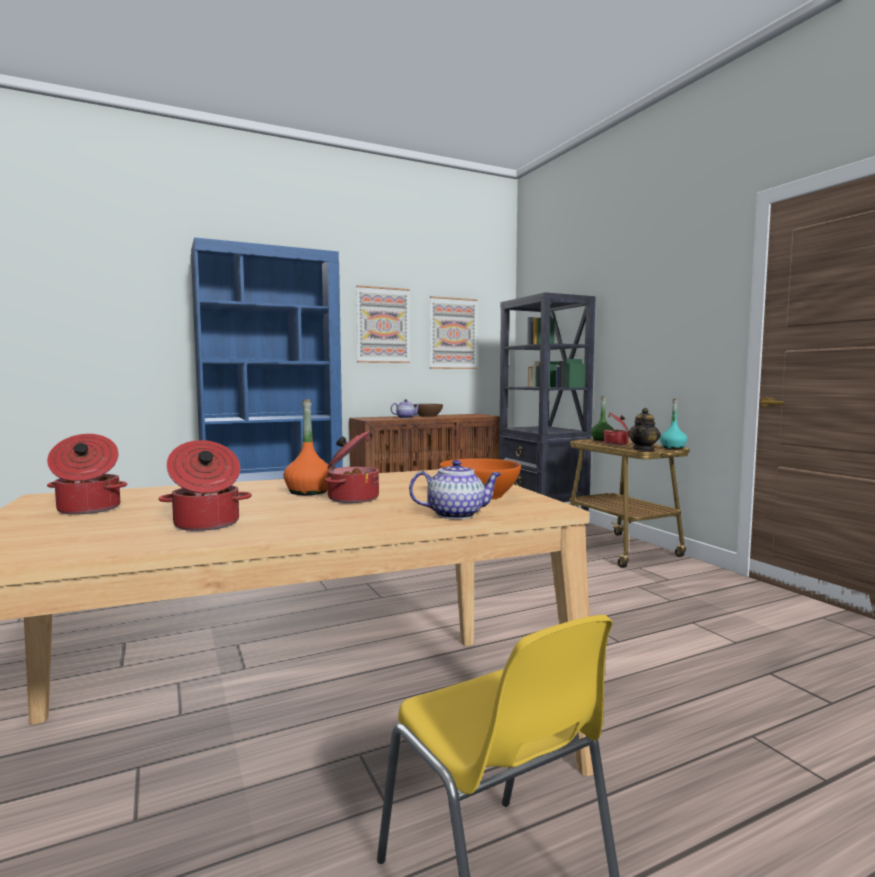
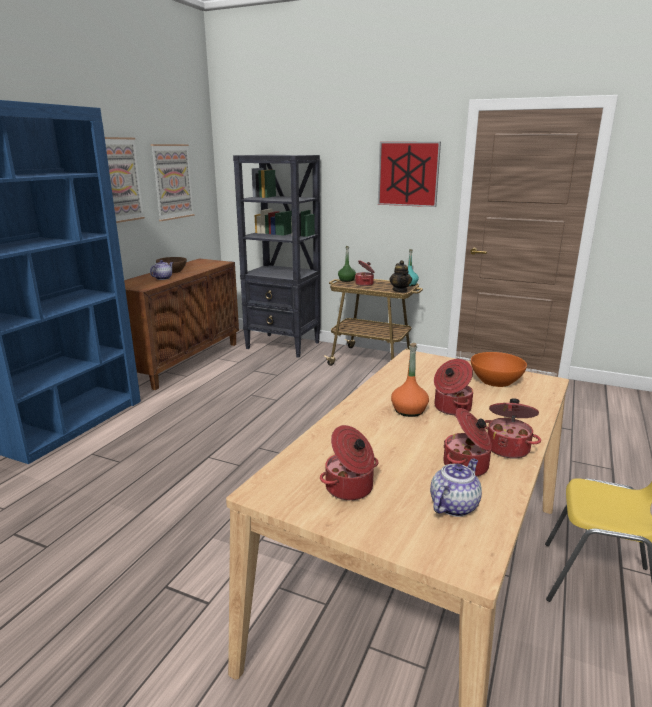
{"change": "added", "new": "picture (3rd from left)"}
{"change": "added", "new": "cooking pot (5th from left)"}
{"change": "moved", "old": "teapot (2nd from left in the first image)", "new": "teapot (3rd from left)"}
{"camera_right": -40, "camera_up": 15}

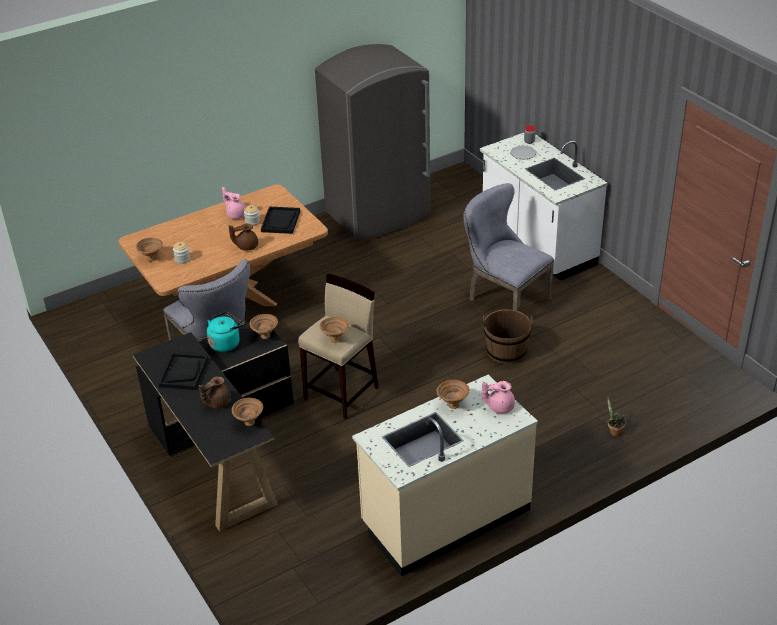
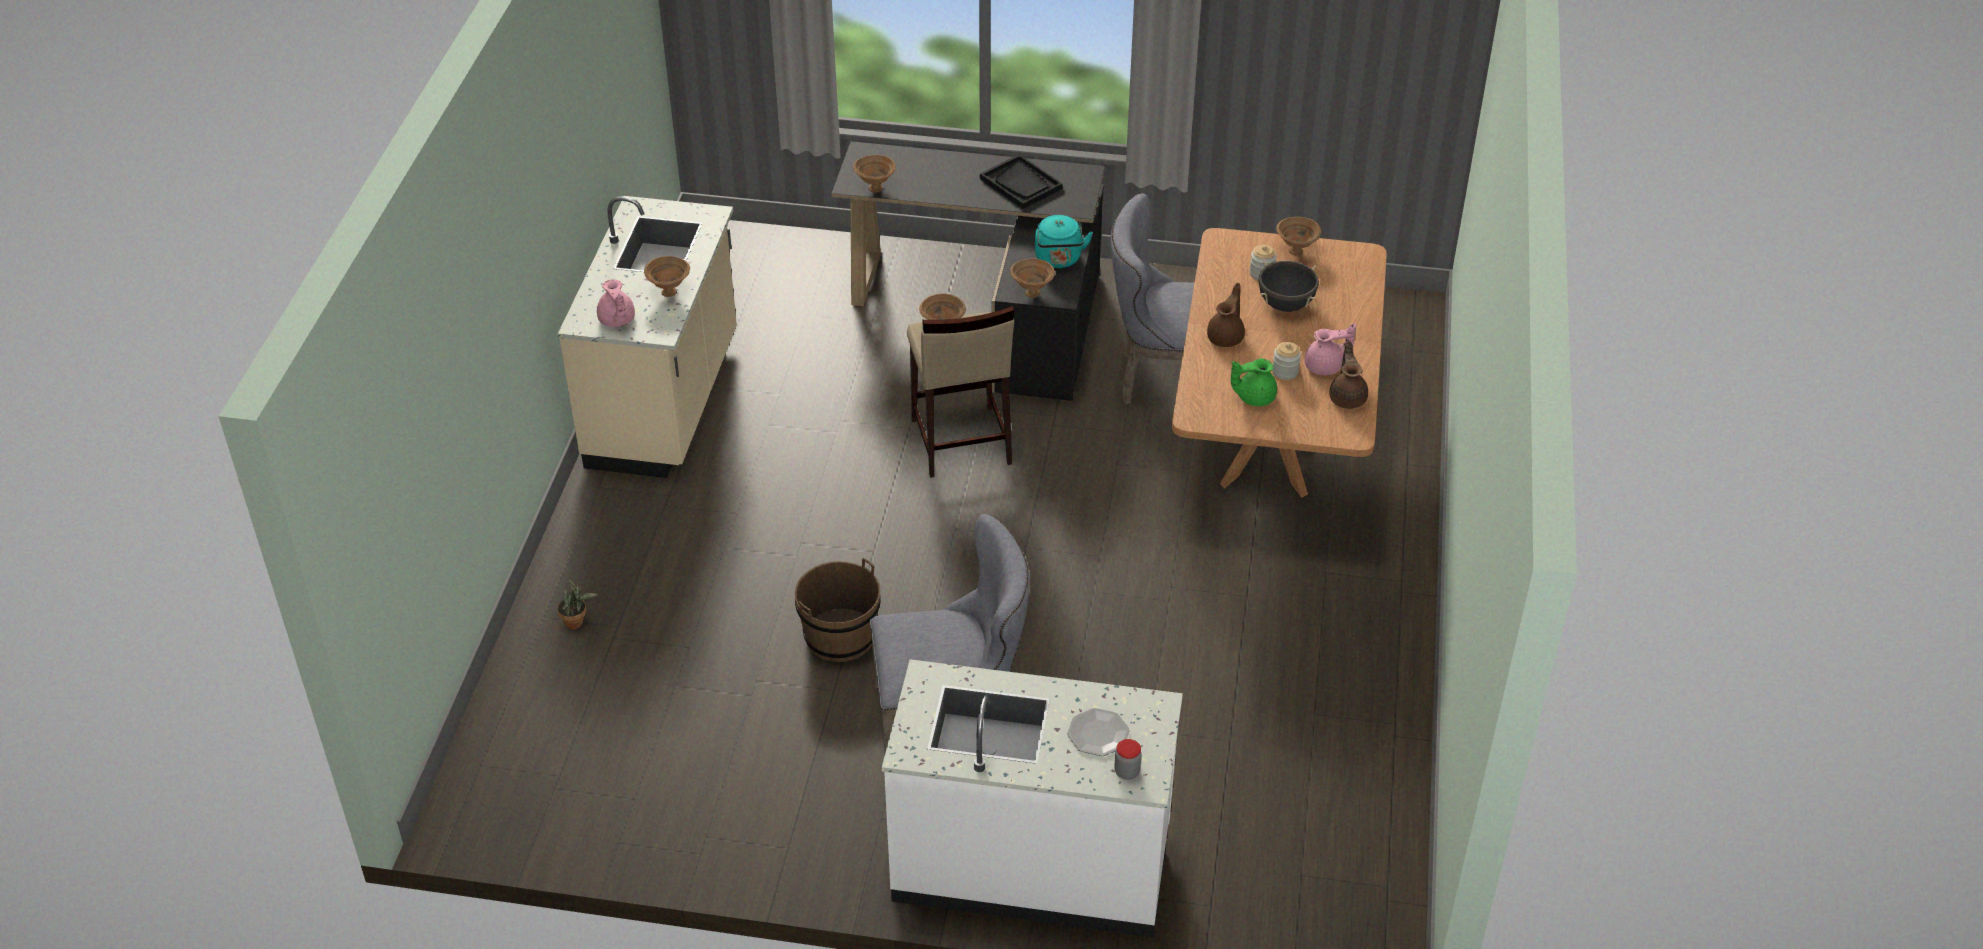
{"change": "removed", "old": "grey fridge"}
{"change": "added", "new": "black cooking pot"}
{"change": "moved", "old": "brown teapot (1st from left in the first image)", "new": "brown teapot (2nd from left)"}
{"change": "replaced", "old": "black tray (2nd from left)", "new": "green teapot"}
{"change": "turned", "old": "pink teapot (2nd from left in the first image)", "degrees": 120}
{"camera_right": 130, "camera_up": 5}

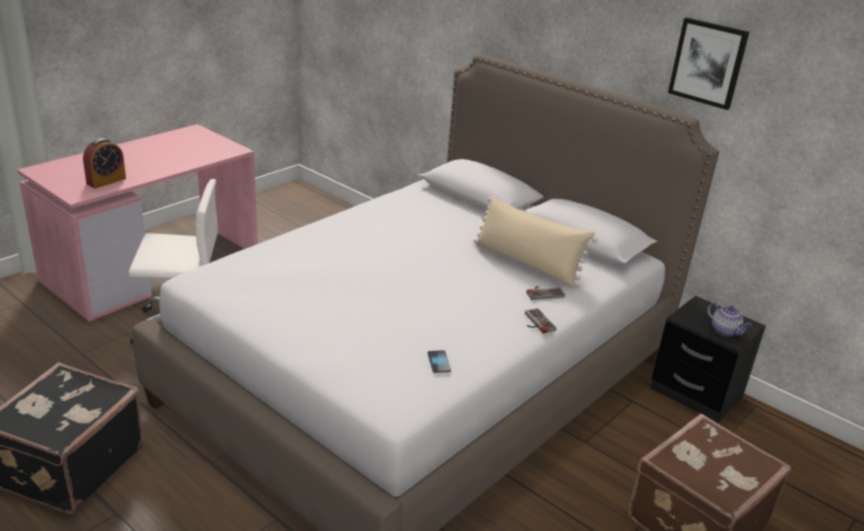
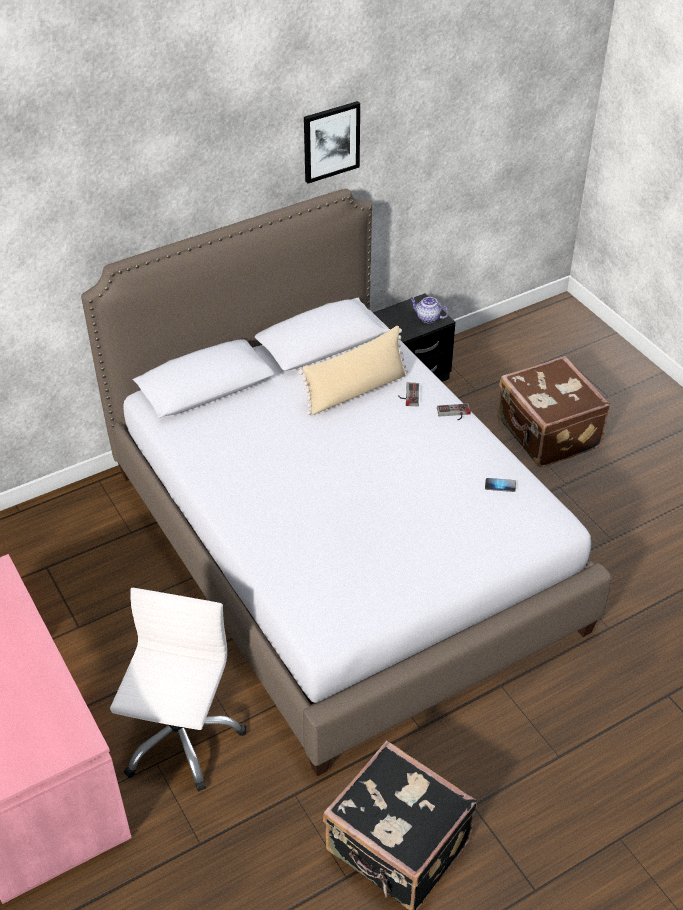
{"change": "removed", "old": "alarm clock"}
{"change": "turned", "old": "teapot", "degrees": -135}
{"camera_right": -70, "camera_up": 15}

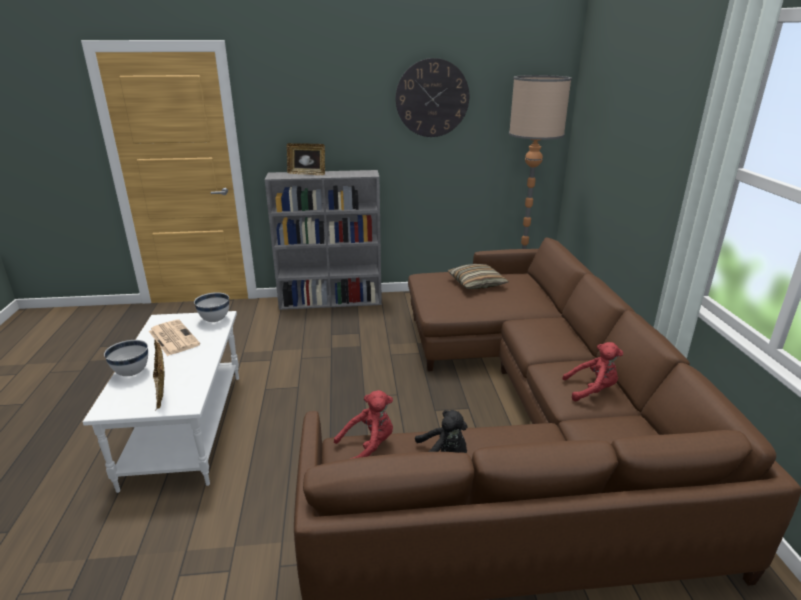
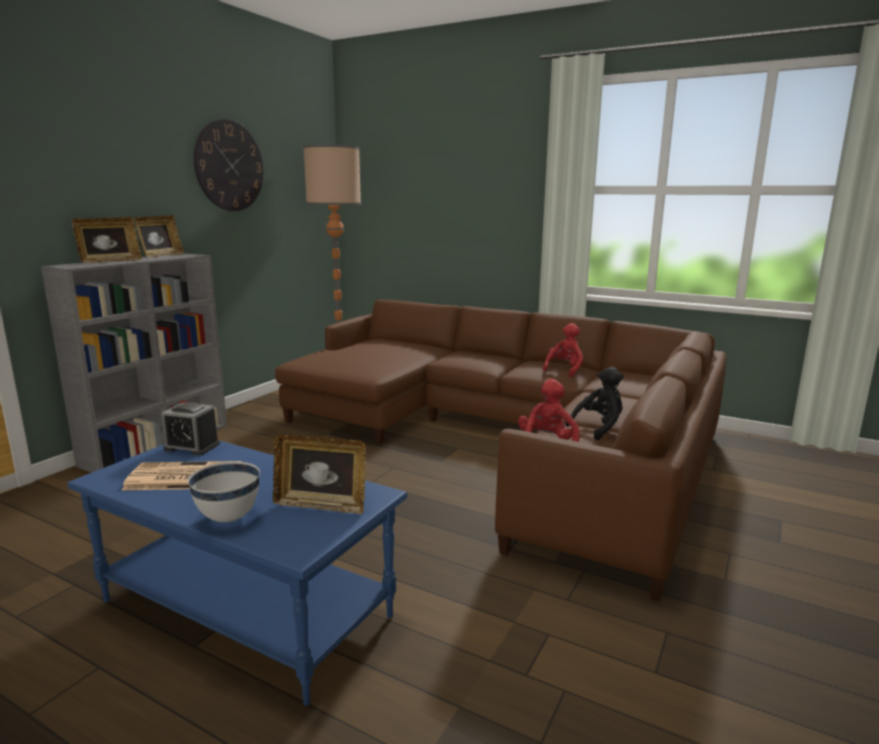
{"change": "removed", "old": "pillow"}
{"change": "added", "new": "picture frame (2nd from left)"}
{"change": "replaced", "old": "white bowl (2nd from left)", "new": "alarm clock"}
{"change": "recoloured", "old": "white coffee table", "new": "blue coffee table"}
{"camera_right": -55, "camera_up": -10}

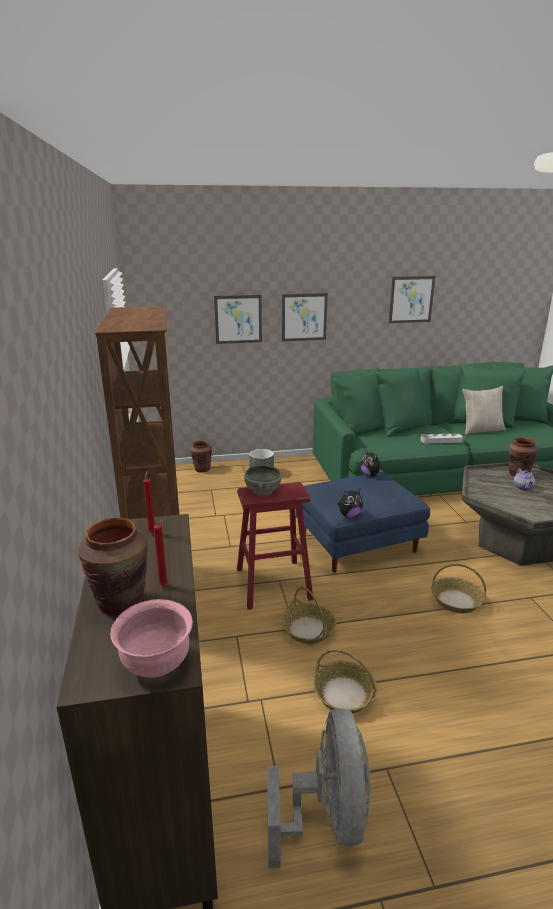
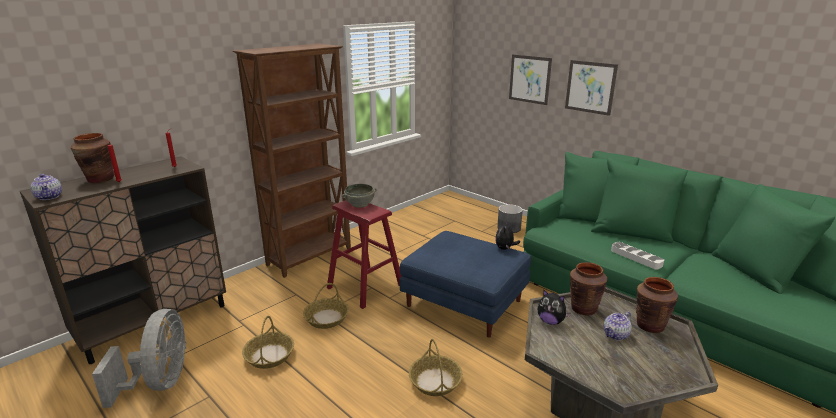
{"change": "removed", "old": "picture (3rd from left)"}
{"change": "removed", "old": "beige pillow"}
{"change": "moved", "old": "brown vase (2nd from left)"}
{"change": "moved", "old": "plush toy (1st from left in the first image)", "new": "plush toy (2nd from left)"}
{"change": "replaced", "old": "pink bowl", "new": "teapot (1st from left)"}
{"change": "turned", "old": "grey fan", "degrees": -60}
{"camera_right": 55, "camera_up": 0}

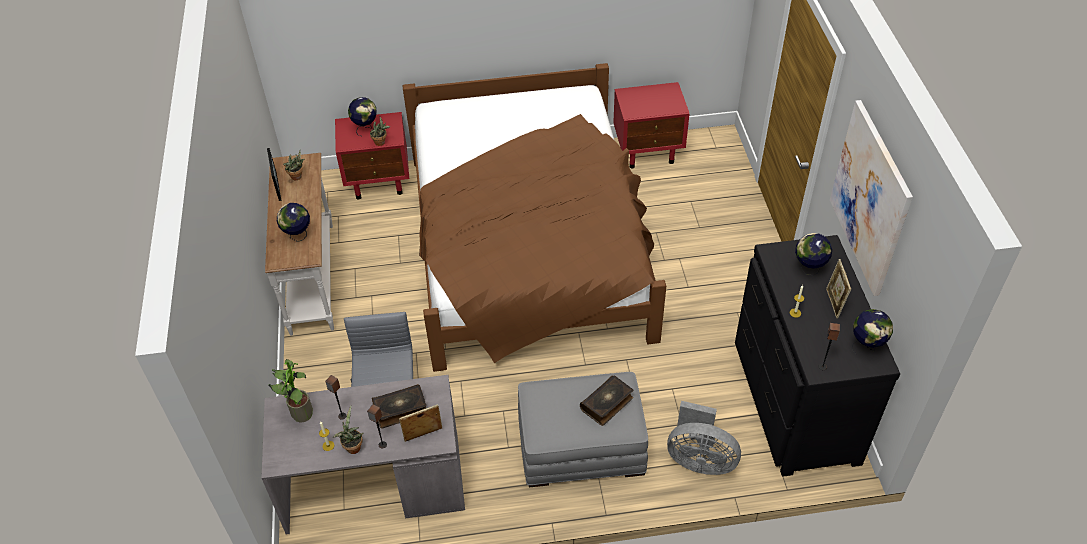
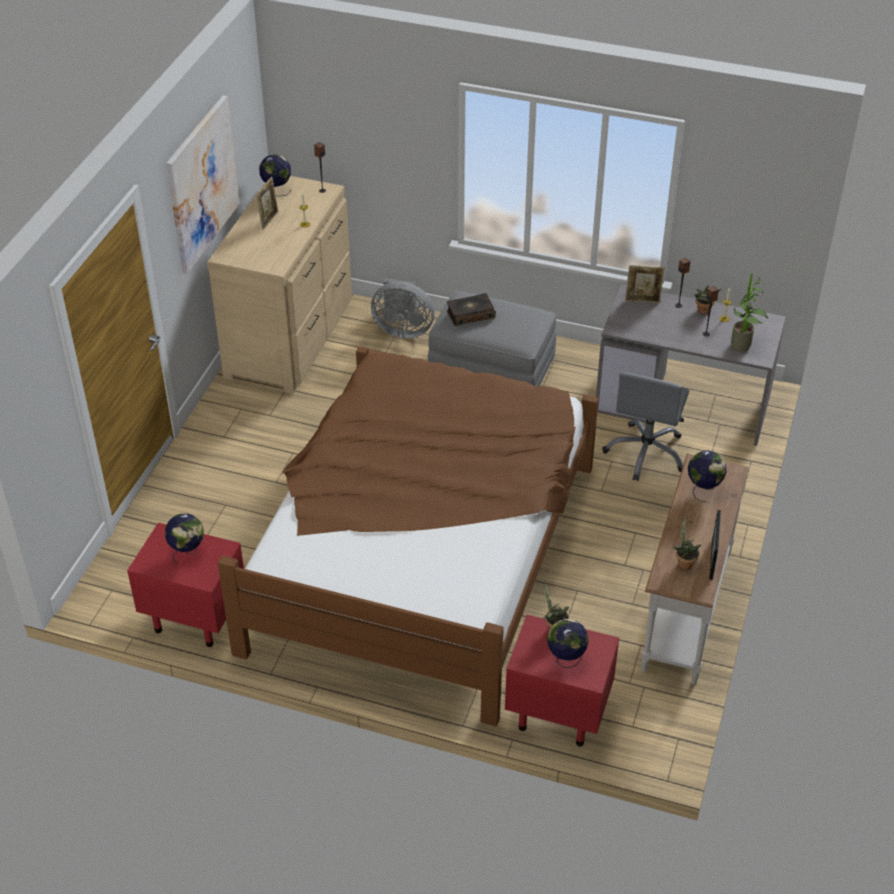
{"change": "removed", "old": "book (1st from left)"}
{"change": "moved", "old": "globe (3rd from left in the first image)", "new": "globe (1st from left)"}
{"change": "recoloured", "old": "black dresser", "new": "beige dresser"}
{"change": "turned", "old": "grey fan", "degrees": 150}
{"camera_right": -155, "camera_up": -5}

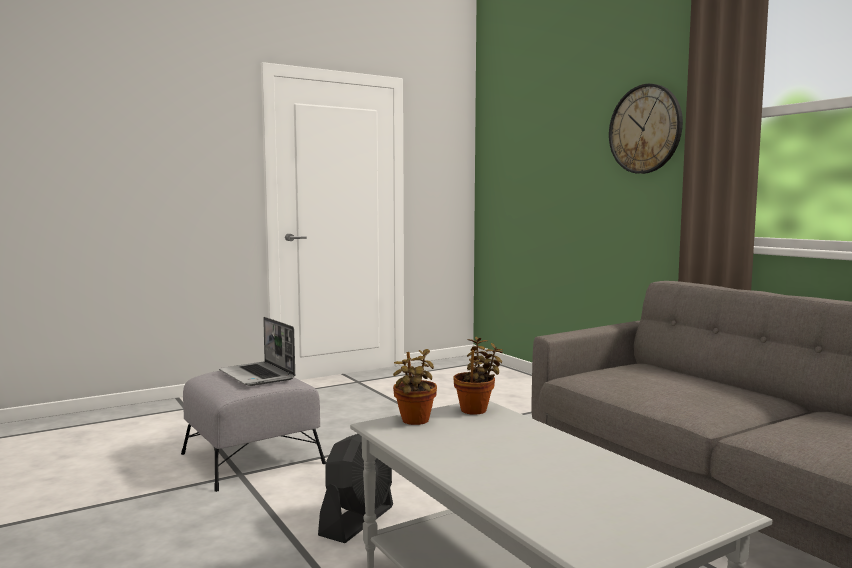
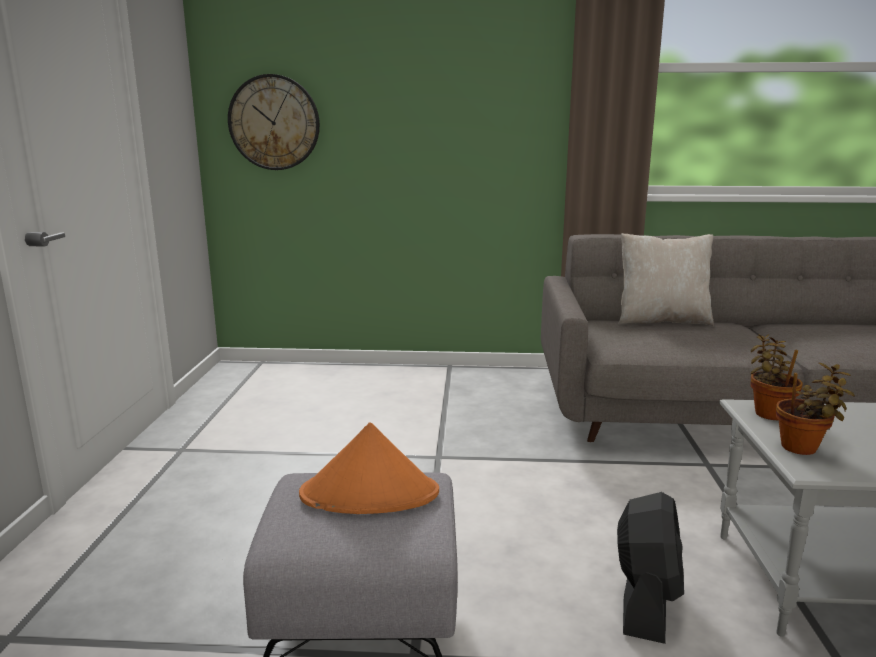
{"change": "added", "new": "beige pillow"}
{"change": "moved", "old": "wall clock"}
{"change": "replaced", "old": "laptop", "new": "orange hat"}
{"change": "turned", "old": "black fan", "degrees": 45}
{"camera_right": -55, "camera_up": 10}

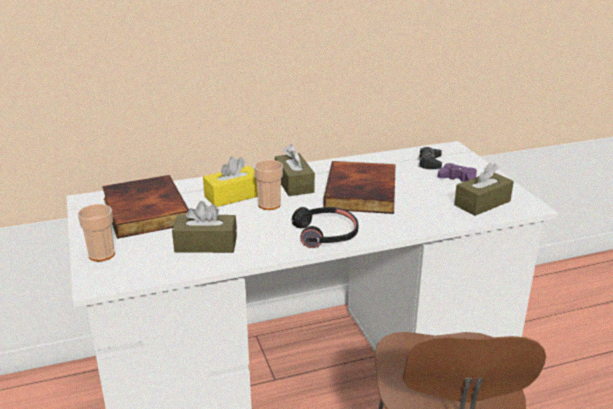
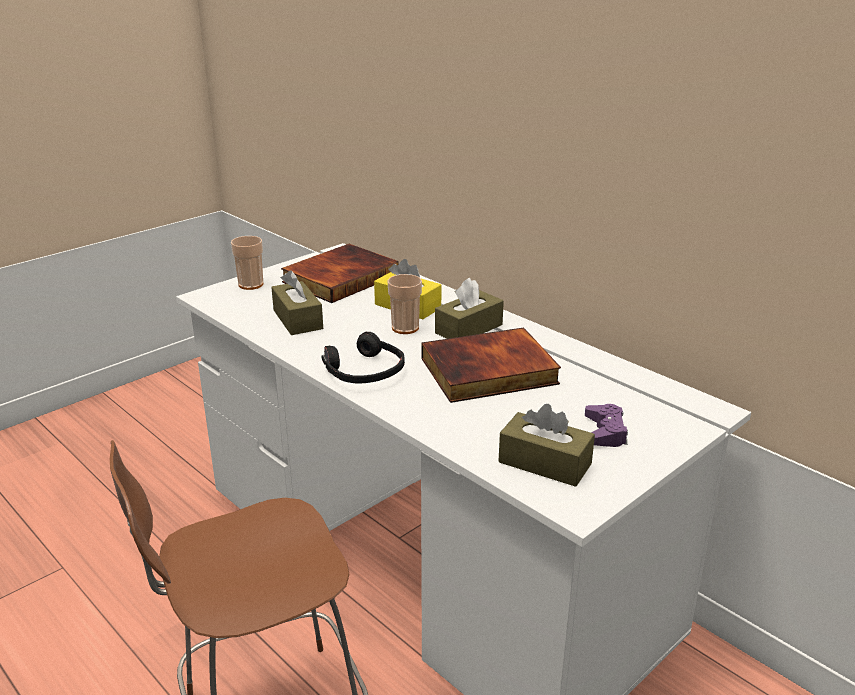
{"change": "removed", "old": "black game controller"}
{"camera_right": 65, "camera_up": 0}

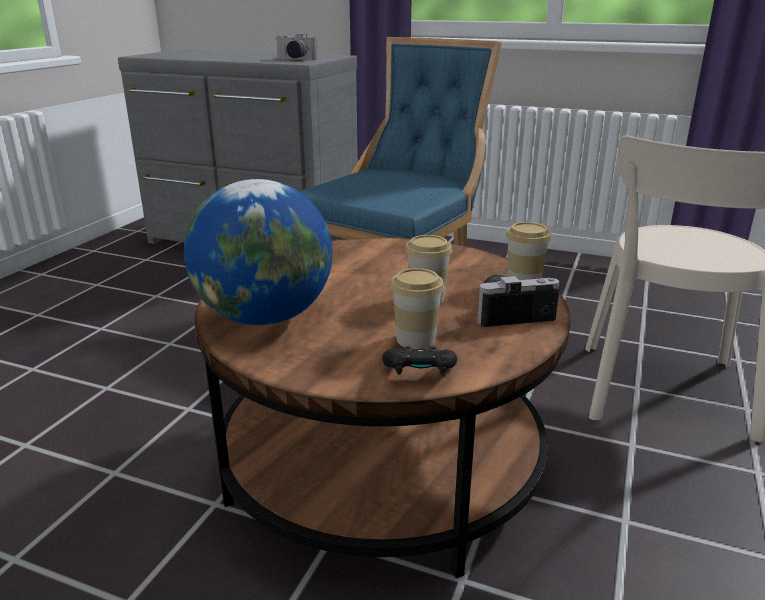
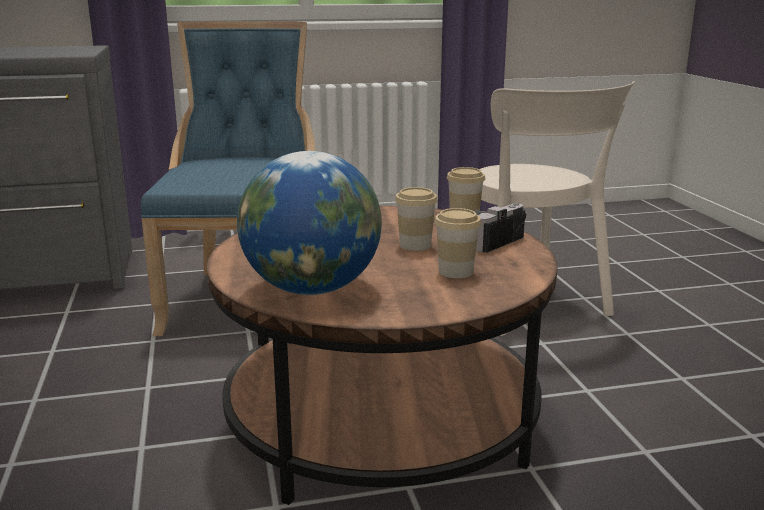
{"change": "removed", "old": "photo camera (1st from left)"}
{"change": "removed", "old": "black game controller"}
{"camera_right": -35, "camera_up": -5}

